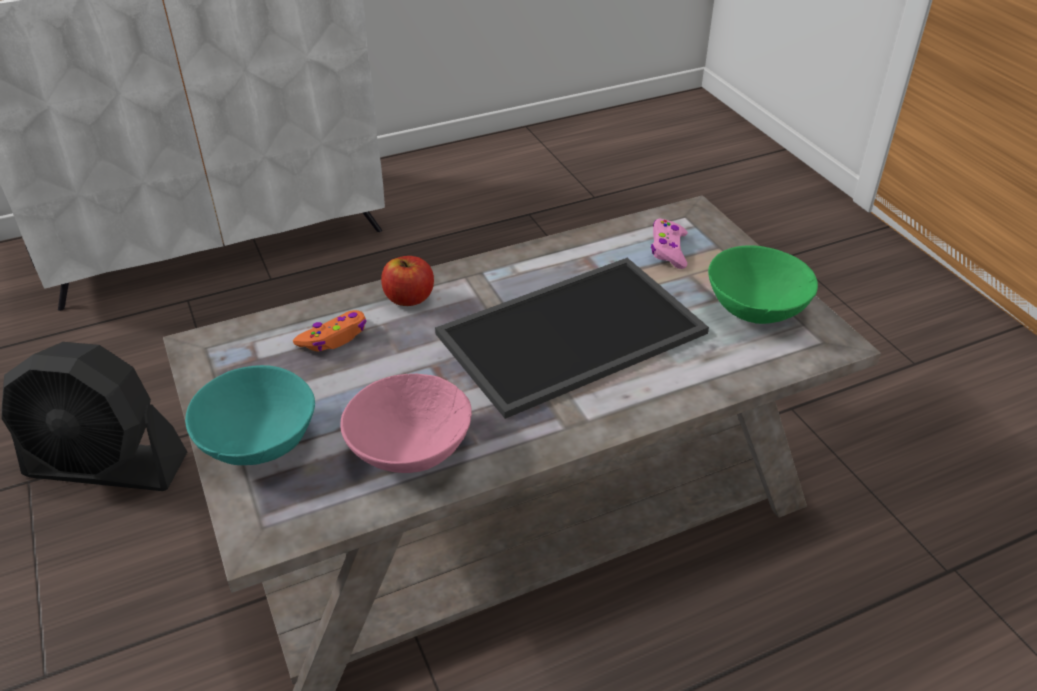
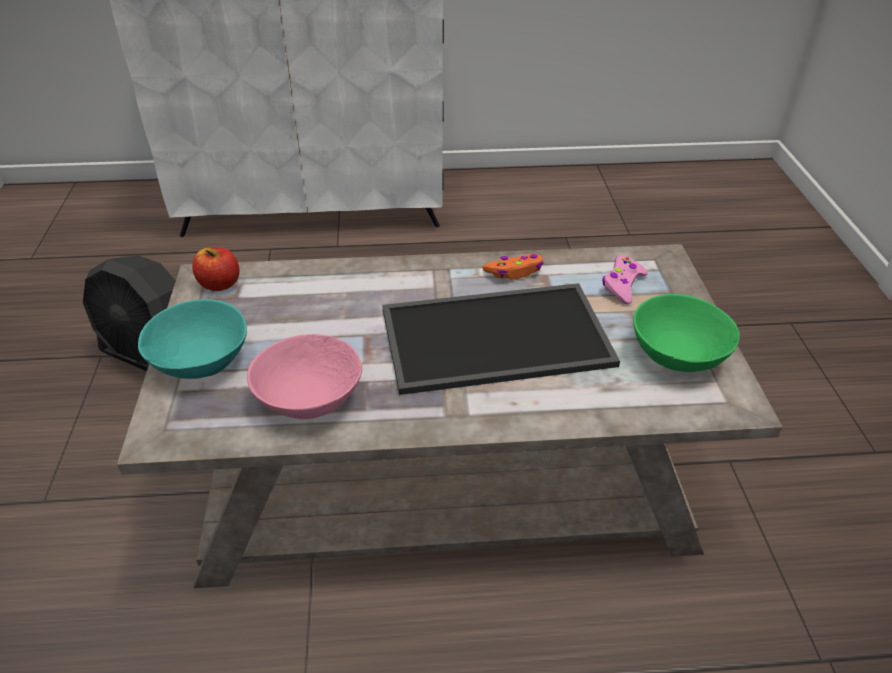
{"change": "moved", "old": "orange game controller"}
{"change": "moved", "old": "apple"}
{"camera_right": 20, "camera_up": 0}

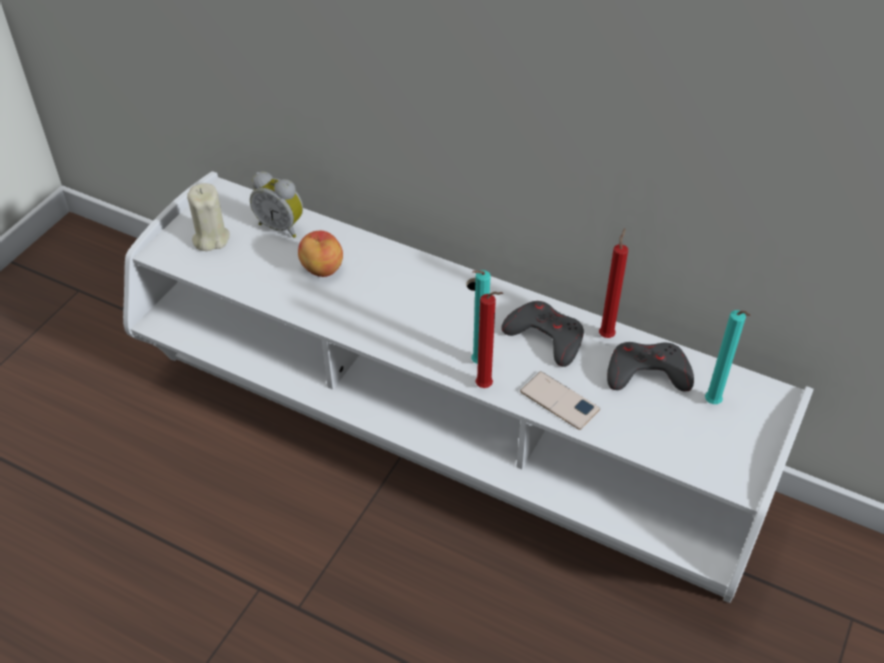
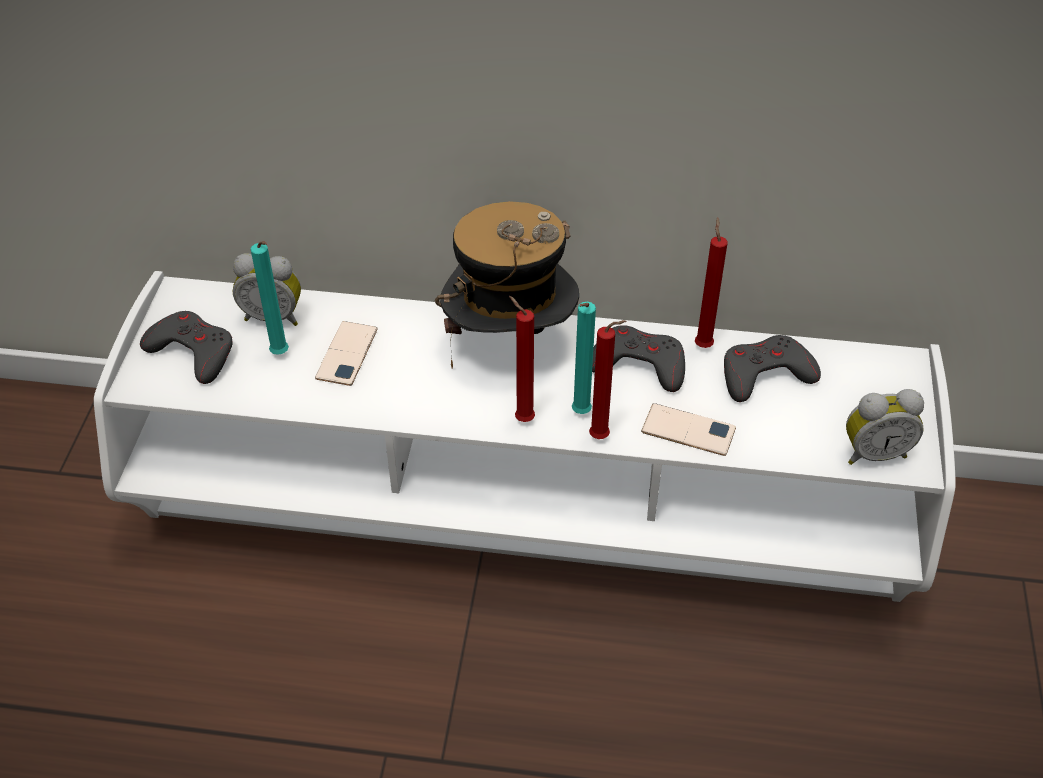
{"change": "added", "new": "hat"}
{"change": "added", "new": "red candle (1st from left)"}
{"change": "added", "new": "alarm clock (2nd from left)"}
{"change": "moved", "old": "turquoise candle (2nd from left in the first image)", "new": "turquoise candle (1st from left)"}
{"change": "replaced", "old": "beige candle", "new": "grey game controller (1st from left)"}
{"change": "replaced", "old": "apple", "new": "phone (1st from left)"}
{"camera_right": -20, "camera_up": 0}

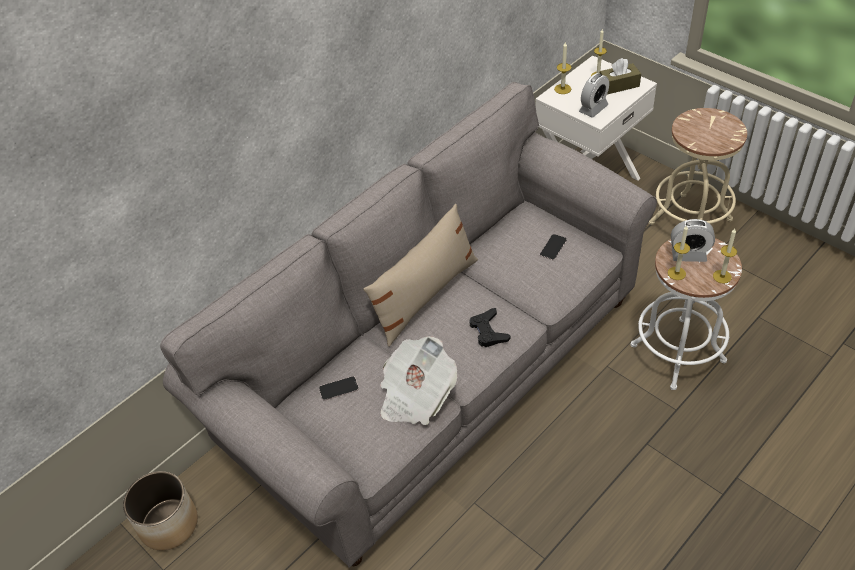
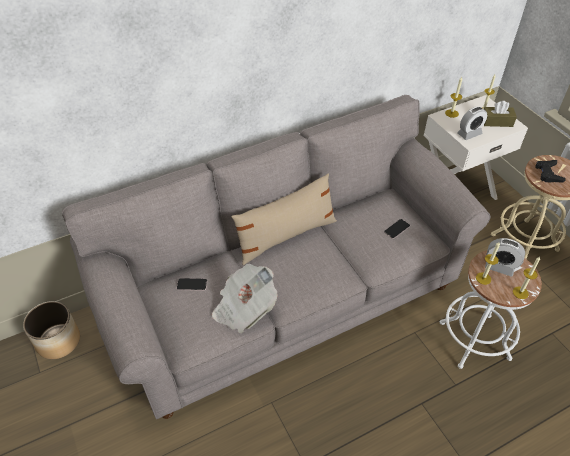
{"change": "moved", "old": "black game controller"}
{"camera_right": 15, "camera_up": 0}

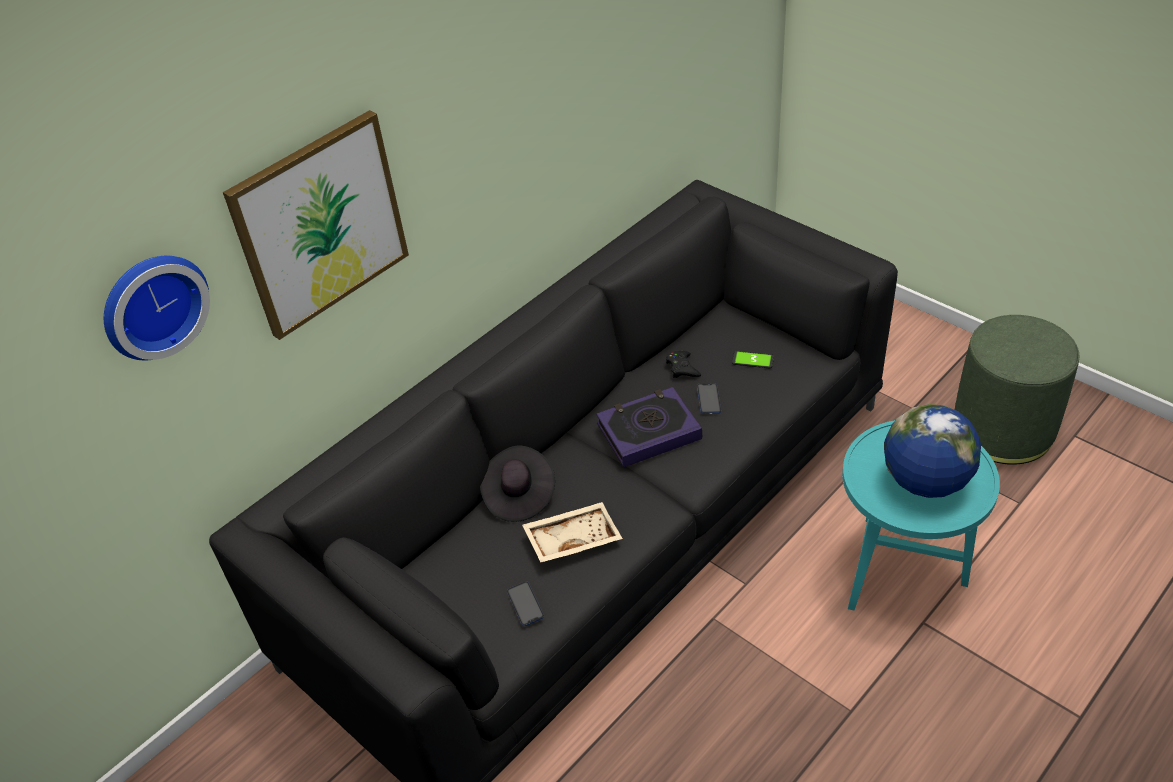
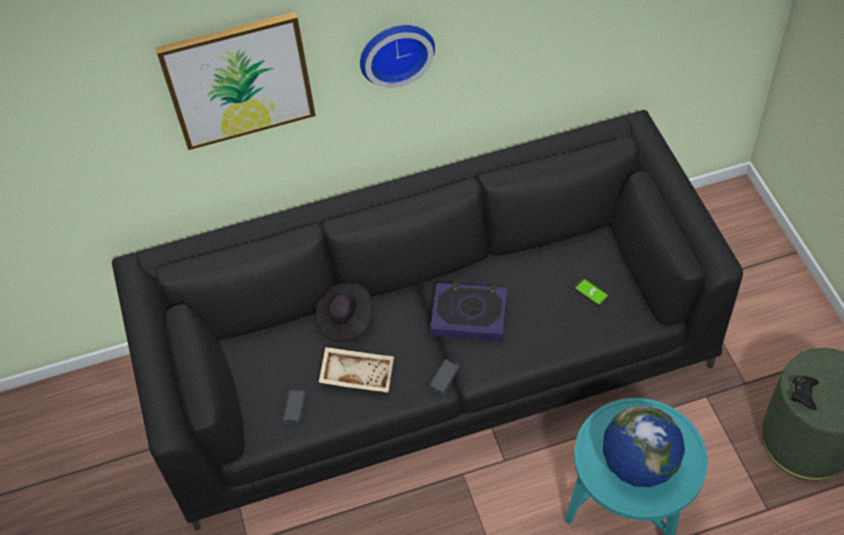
{"change": "moved", "old": "wall clock"}
{"change": "moved", "old": "black game controller"}
{"change": "moved", "old": "phone (2nd from left)"}
{"camera_right": 30, "camera_up": 10}

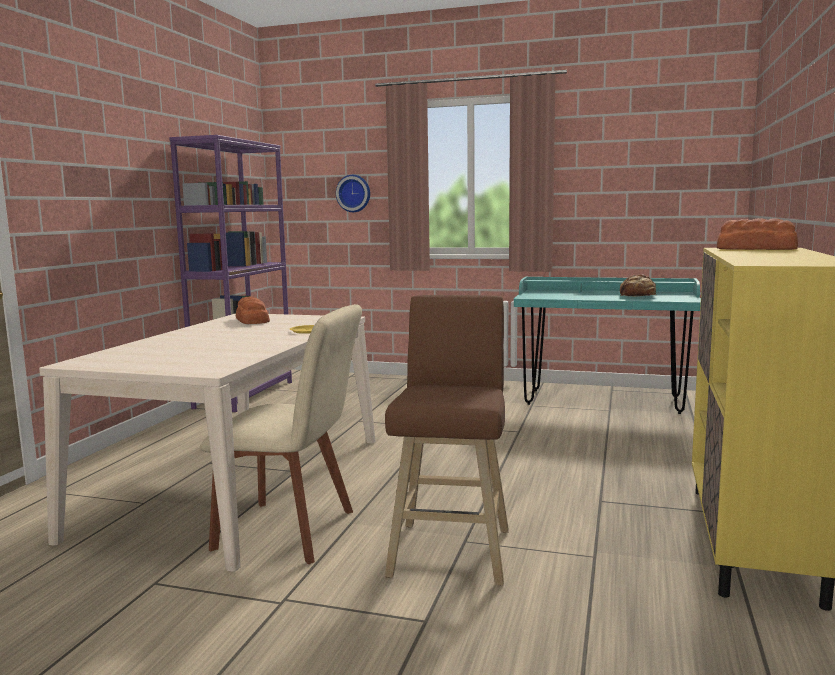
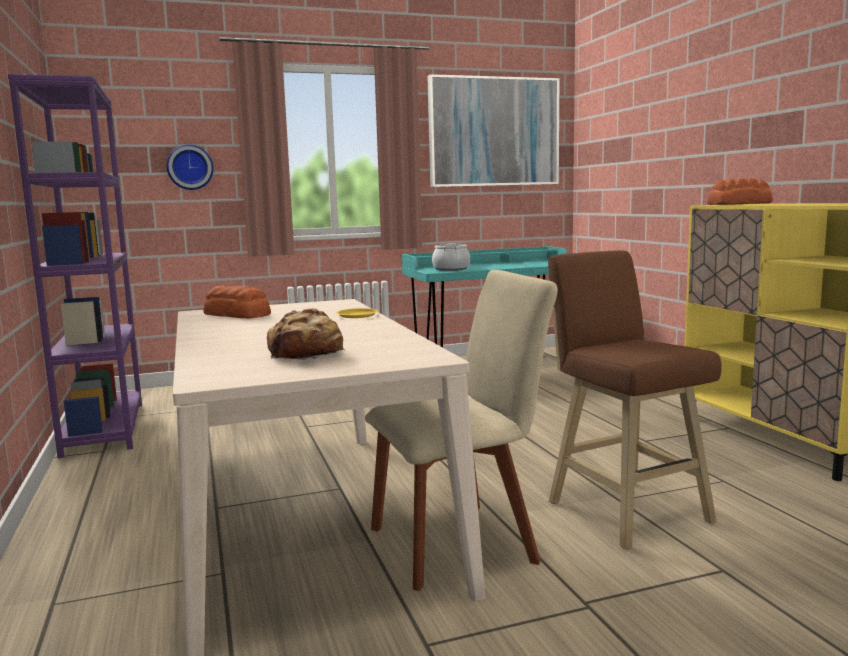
{"change": "added", "new": "picture"}
{"change": "added", "new": "cooking pot"}
{"change": "moved", "old": "bread (2nd from left)"}
{"camera_right": -35, "camera_up": 0}

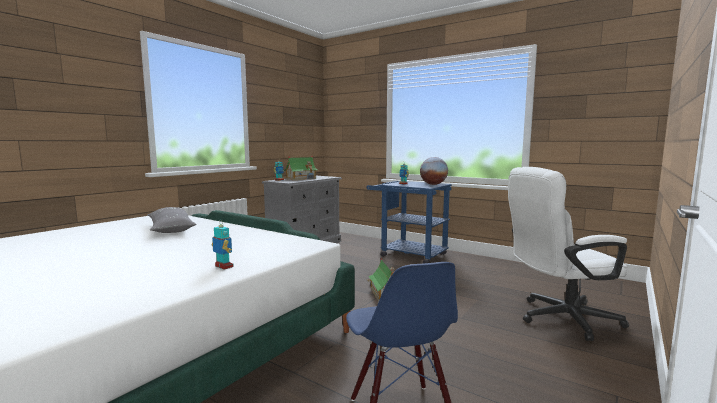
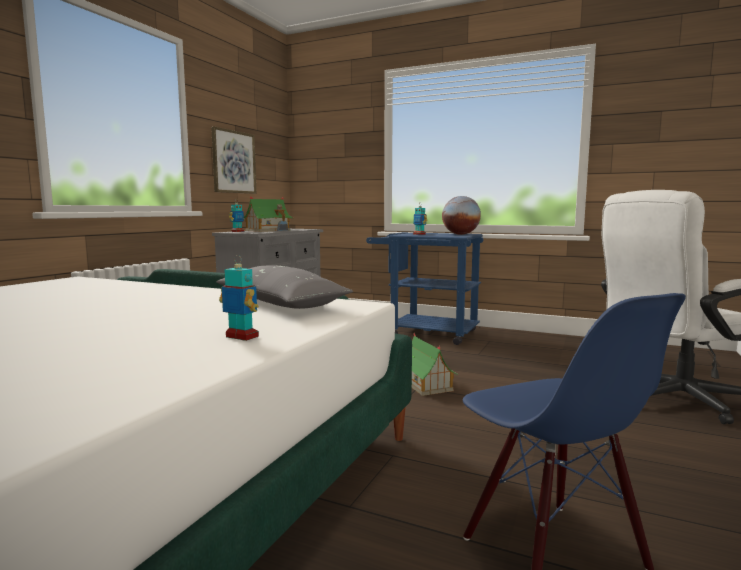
{"change": "added", "new": "picture"}
{"change": "moved", "old": "grey pillow"}
{"camera_right": -10, "camera_up": 0}

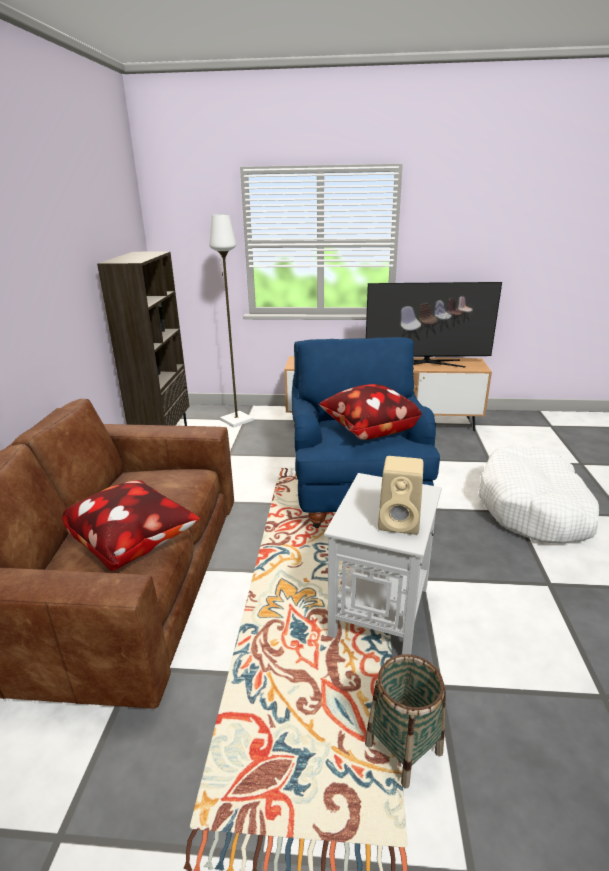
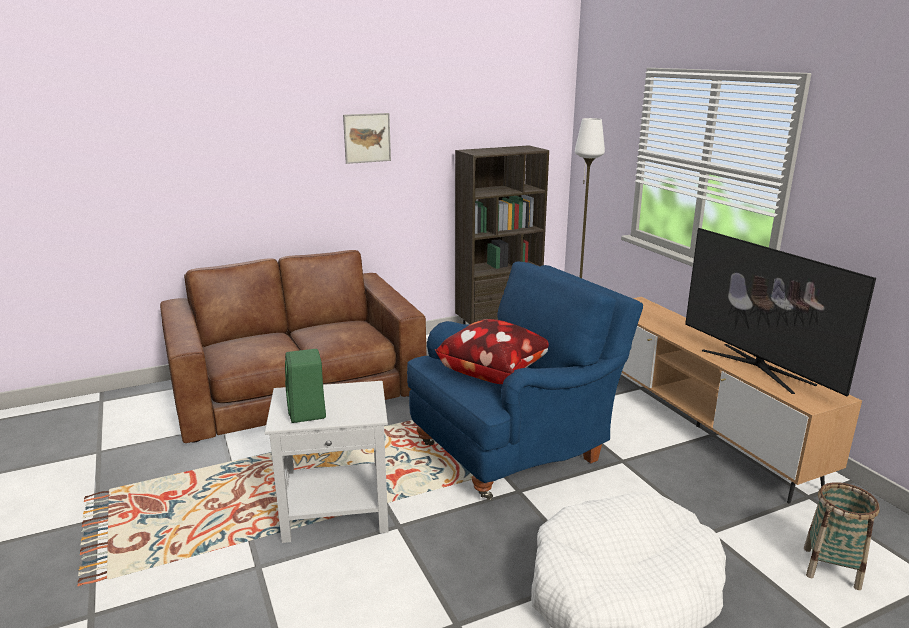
{"change": "removed", "old": "pillow (1st from left)"}
{"change": "added", "new": "picture"}
{"change": "moved", "old": "basket"}
{"change": "recoloured", "old": "beige speaker", "new": "green speaker"}
{"camera_right": 60, "camera_up": -5}

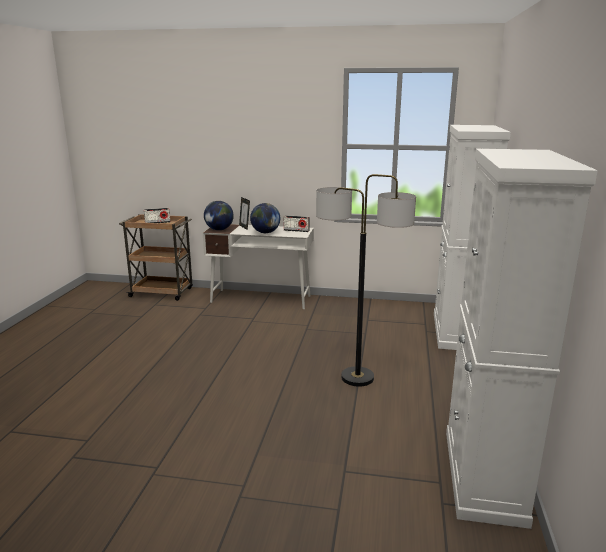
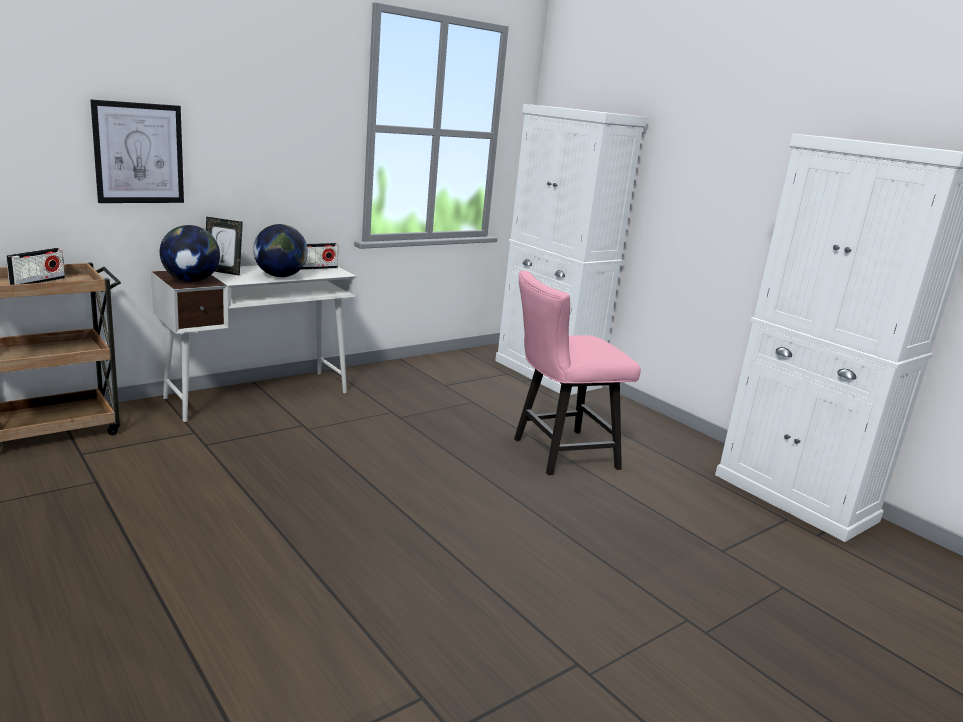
{"change": "added", "new": "picture"}
{"change": "replaced", "old": "floor lamp", "new": "pink chair"}
{"camera_right": -50, "camera_up": 0}

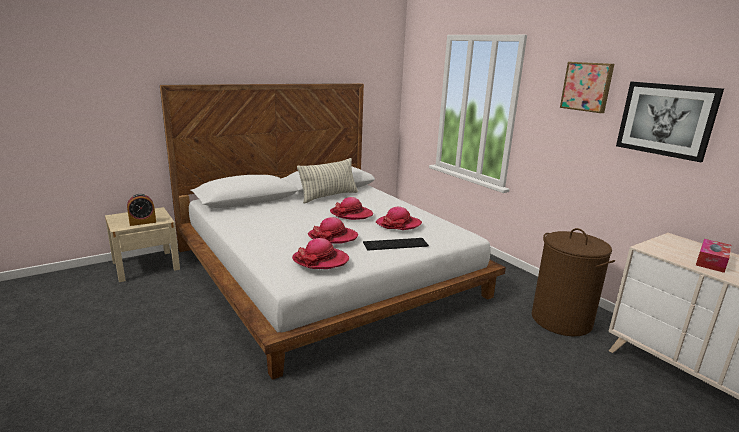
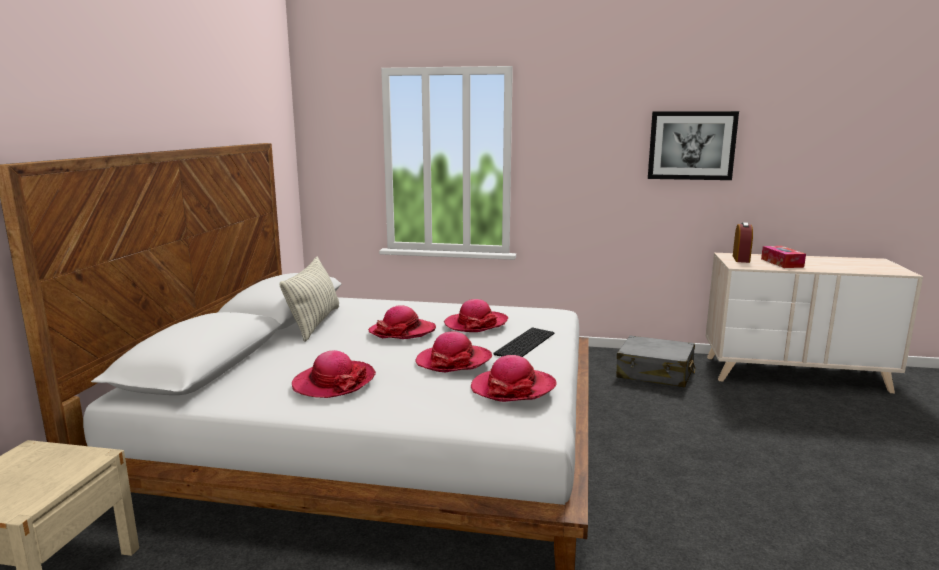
{"change": "removed", "old": "picture (1st from left)"}
{"change": "added", "new": "hat (1st from left)"}
{"change": "moved", "old": "alarm clock"}
{"change": "replaced", "old": "brown laundry basket", "new": "grey suitcase"}
{"camera_right": -45, "camera_up": -5}

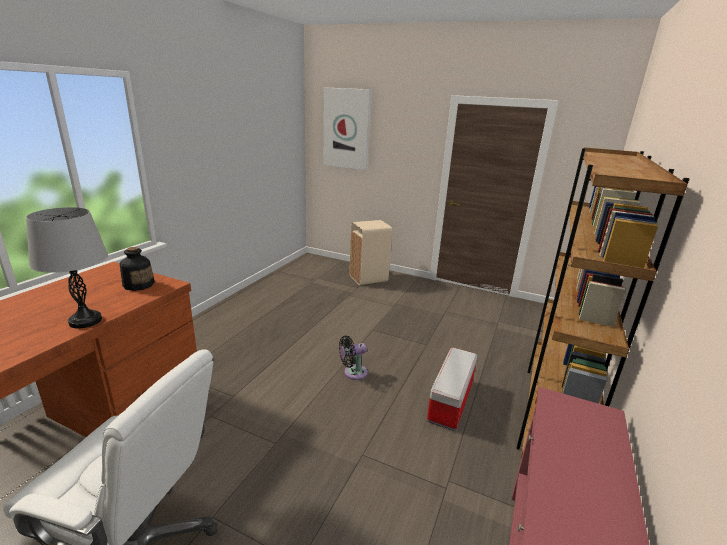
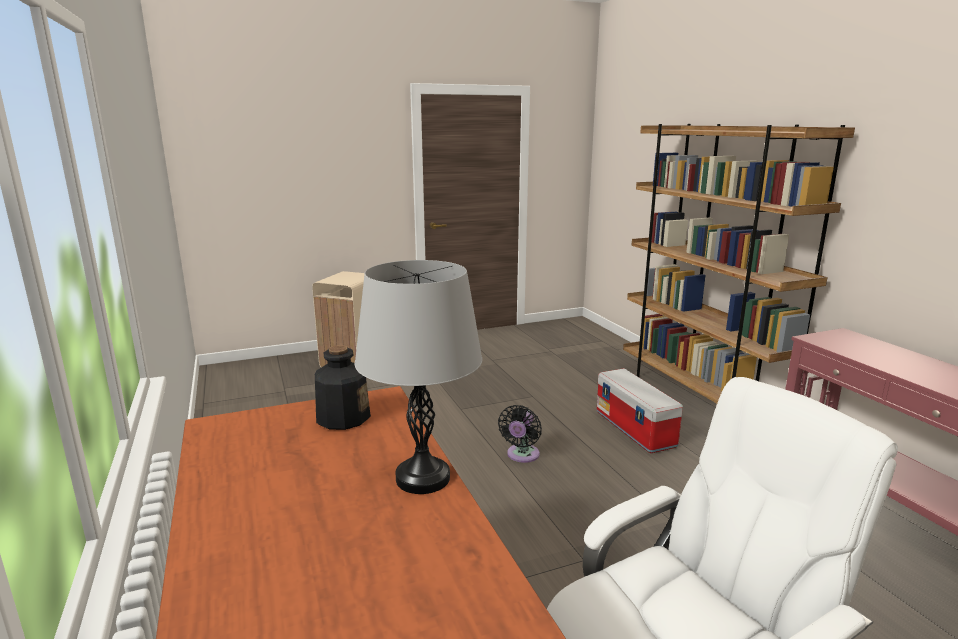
{"change": "removed", "old": "picture"}
{"camera_right": -45, "camera_up": -5}

